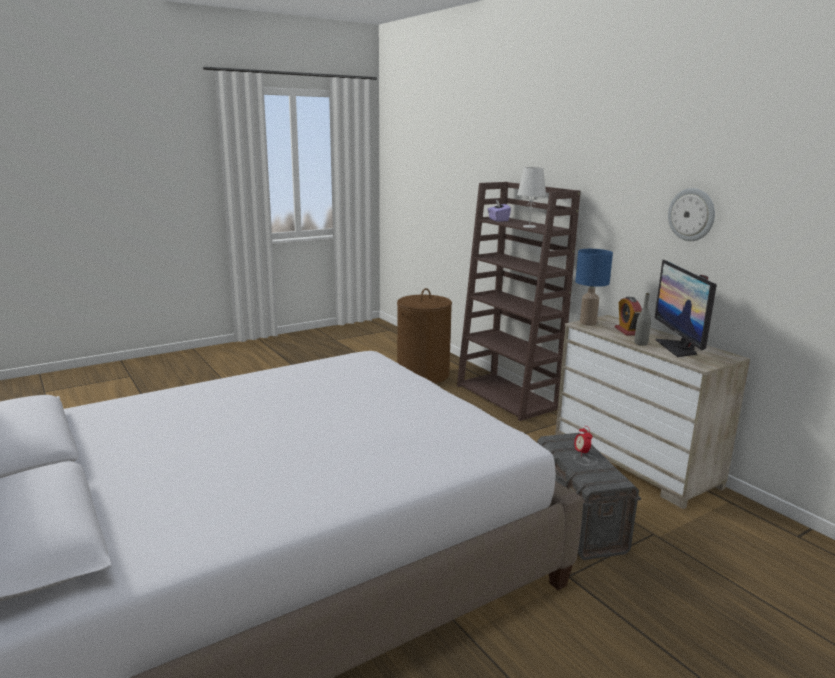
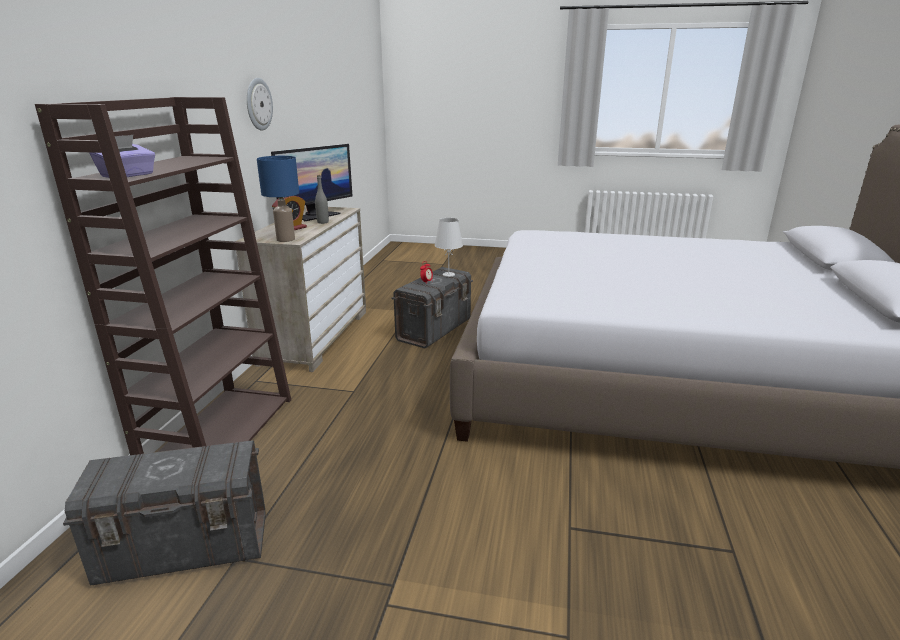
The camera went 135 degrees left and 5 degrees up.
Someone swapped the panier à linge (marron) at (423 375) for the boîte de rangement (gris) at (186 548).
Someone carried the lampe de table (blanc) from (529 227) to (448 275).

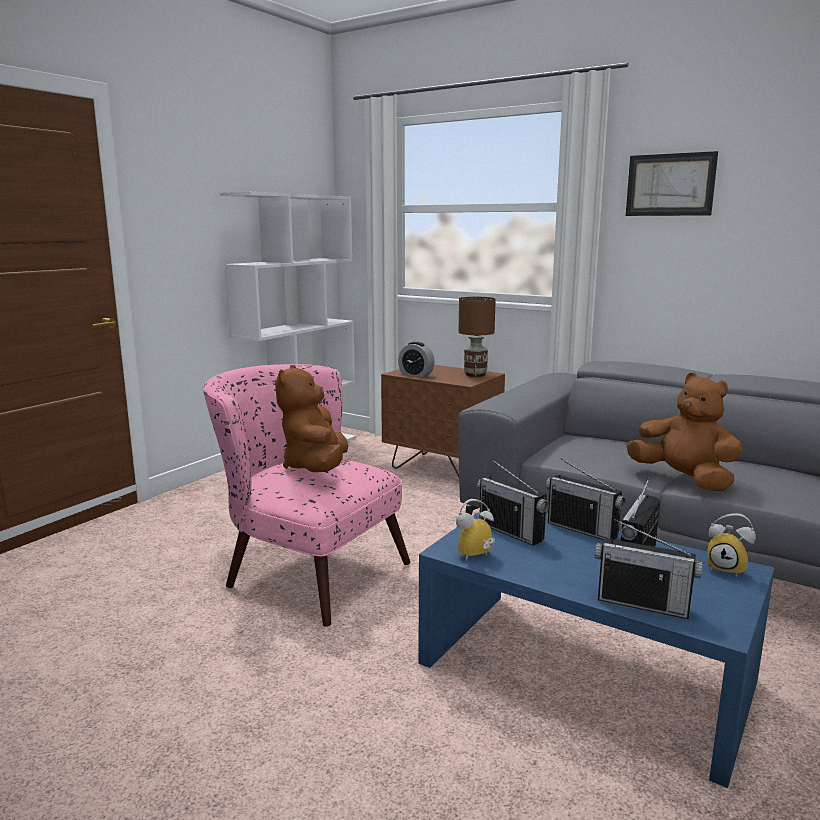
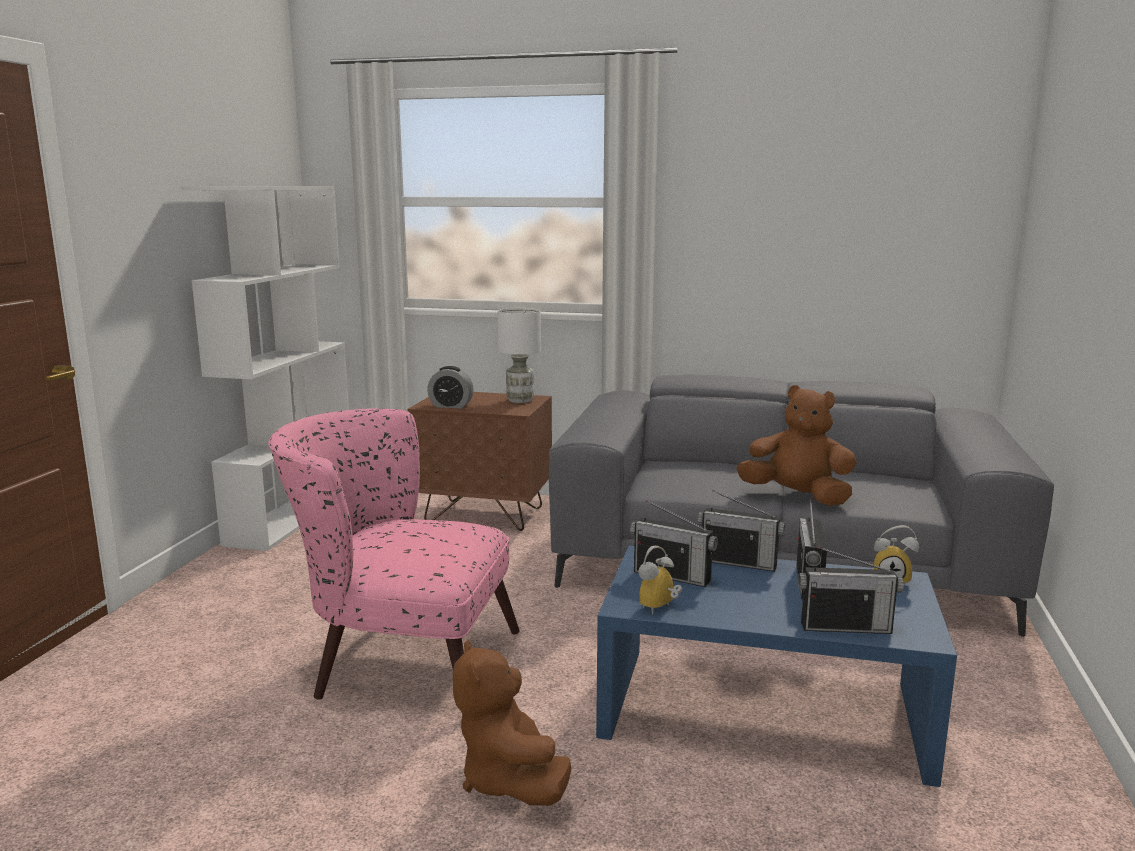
The camera went 20 degrees left and 0 degrees up.
Someone carried the peluche (marron) from (316 468) to (509 780).
Someone repainted the lampe de table (marron) at (475 375), which became the lampe de table (blanc) at (520 400).
Someone took away the tableau at (670 185).

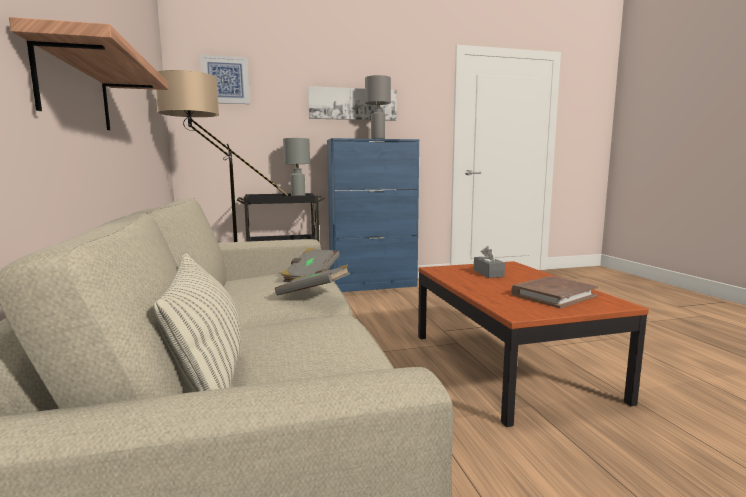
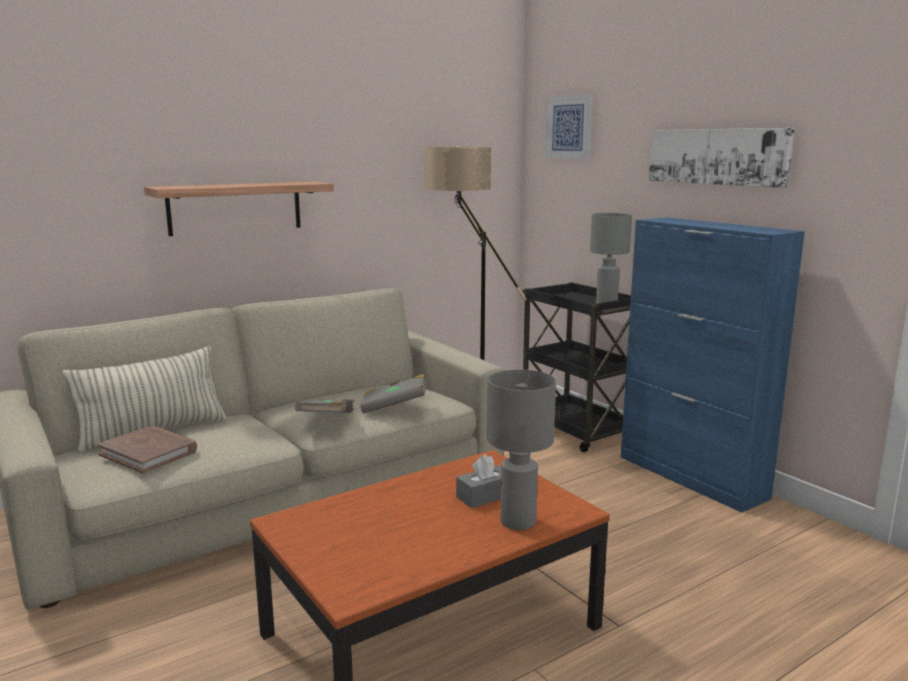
The camera went 70 degrees right and 5 degrees up.
Someone carried the livre (marron) from (553 295) to (149 453).
Someone carried the lampe de table (gris) from (377 139) to (517 521).

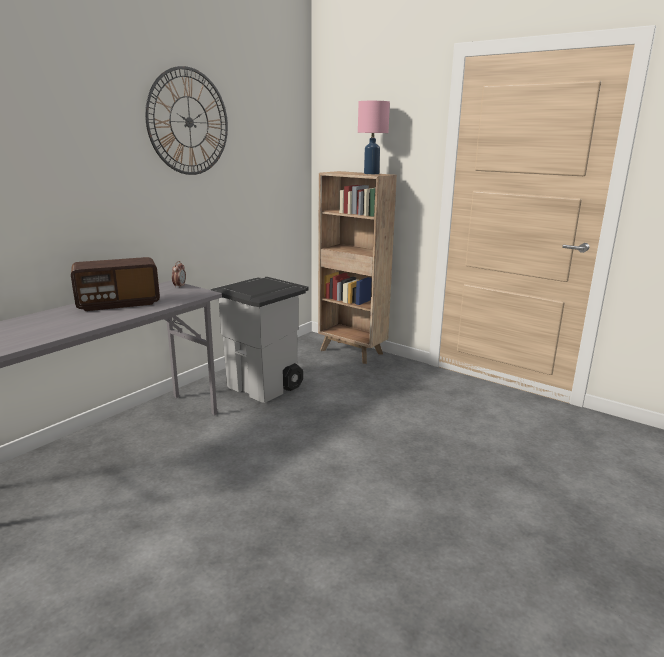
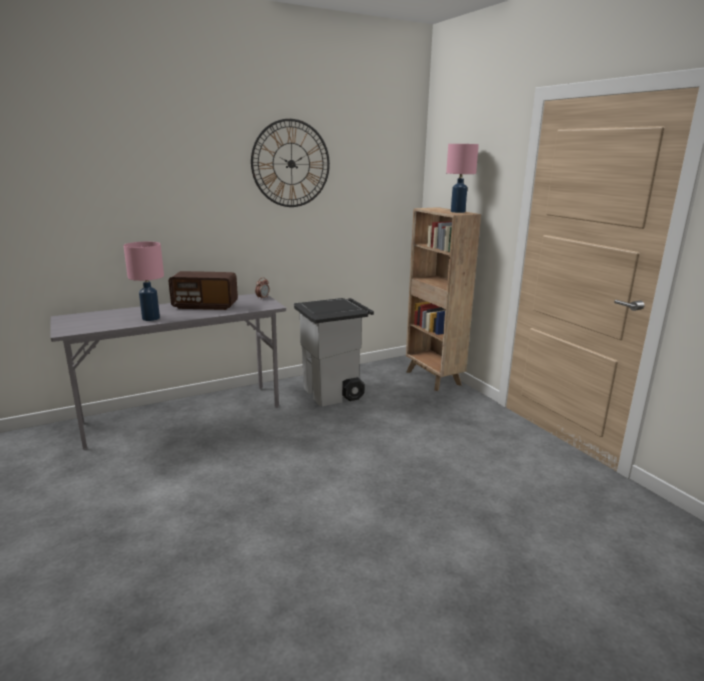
The camera went 25 degrees right and 0 degrees up.
Someone put down the lampe de table (rose) at (151 318).

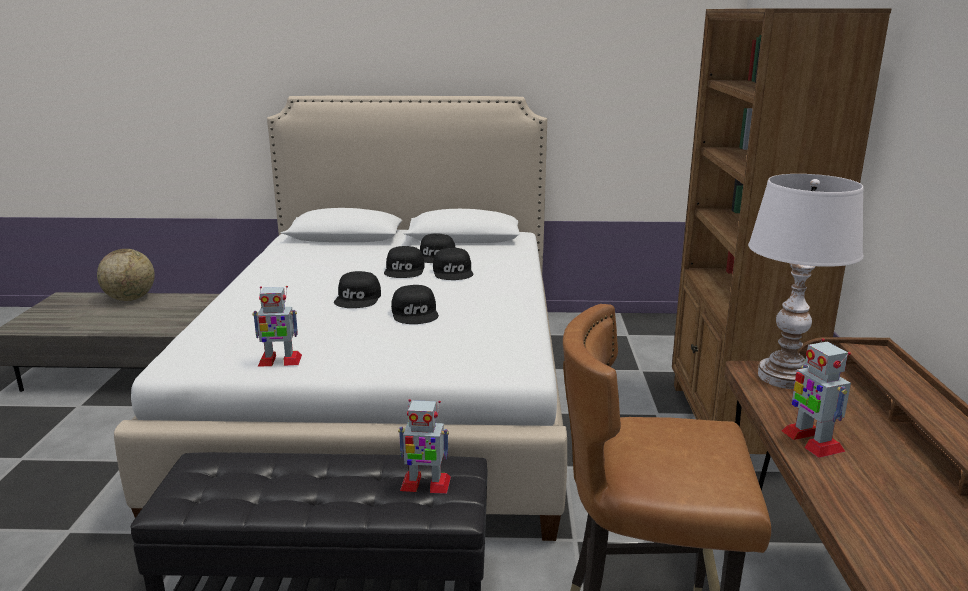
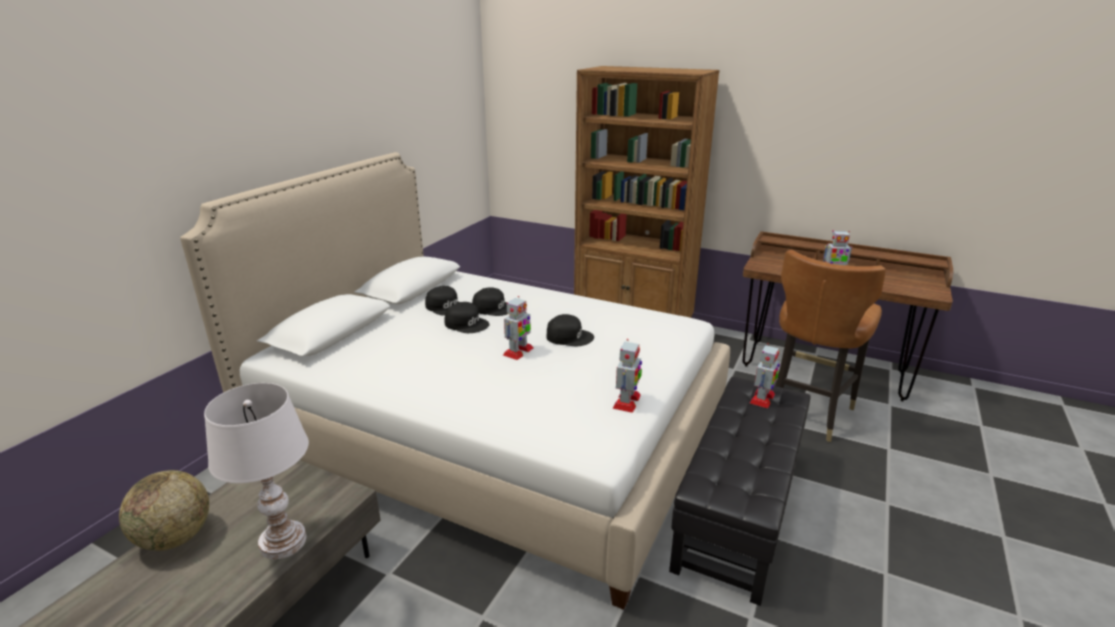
The camera went 65 degrees left and 5 degrees up.
Someone carried the lampe de table (blanc) from (784 377) to (283 542).
Someone swapped the casquette (noir) at (358 298) for the robot jouet at (518 352).

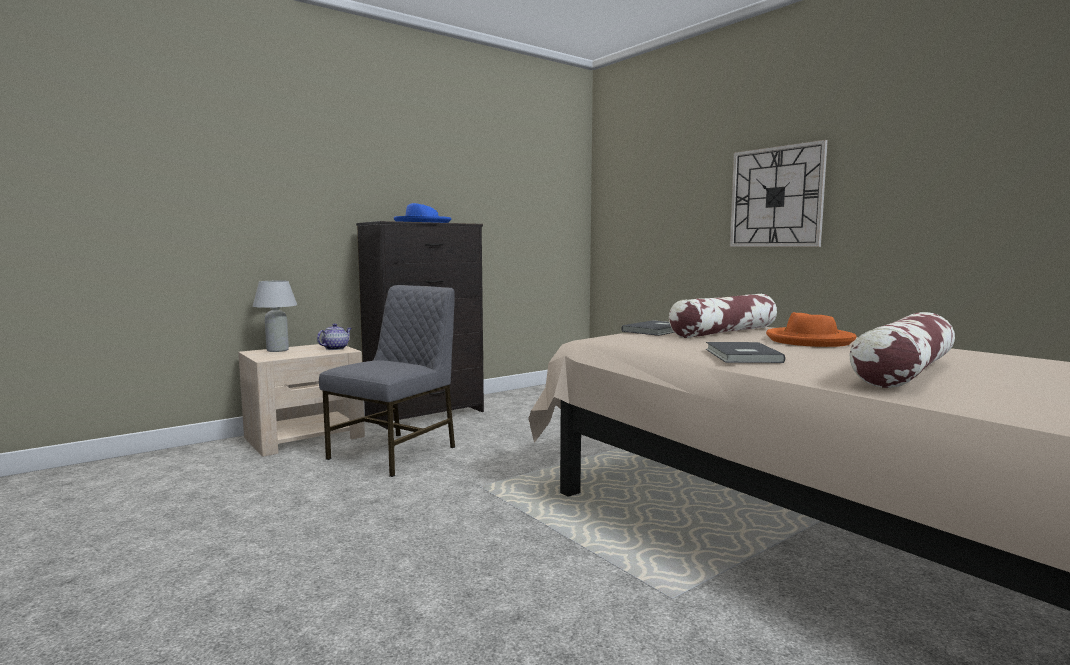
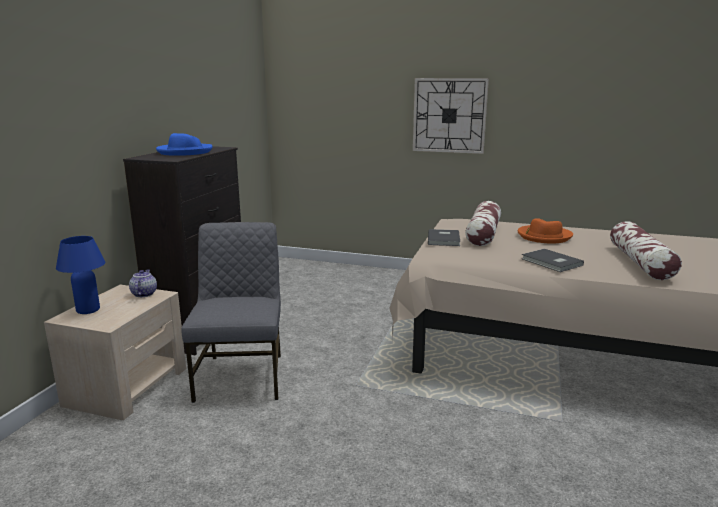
The camera went 35 degrees left and 10 degrees up.
Someone repainted the lampe de table (blanc) at (277 350), which became the lampe de table (bleu) at (88 310).

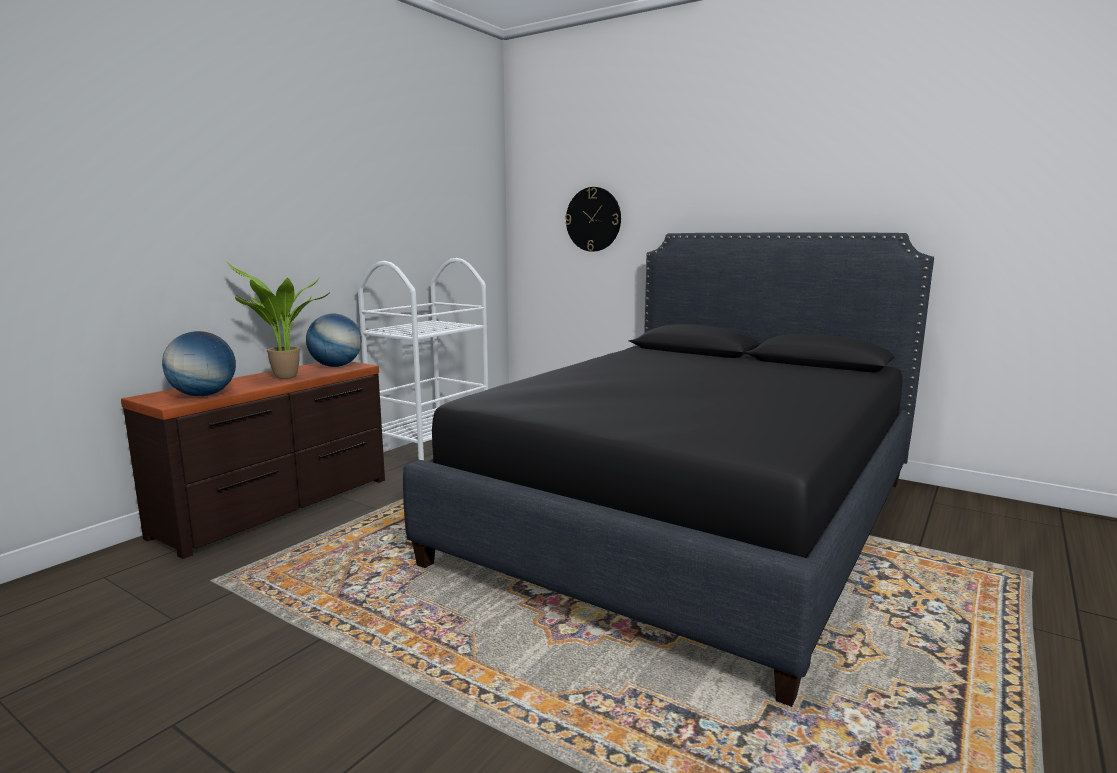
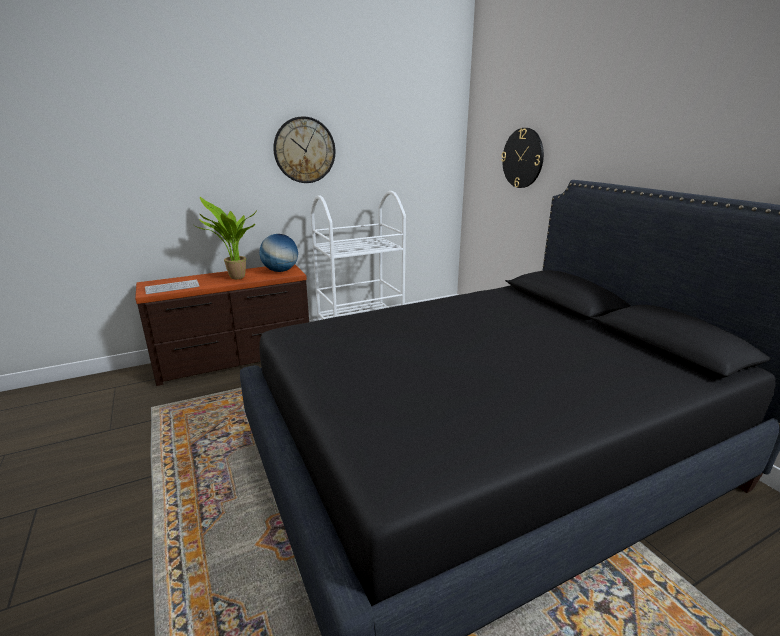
The camera went 30 degrees right and 10 degrees up.
Someone swapped the globe at (203 395) for the clavier at (172 288).
Someone put up the horloge murale at (304 150).

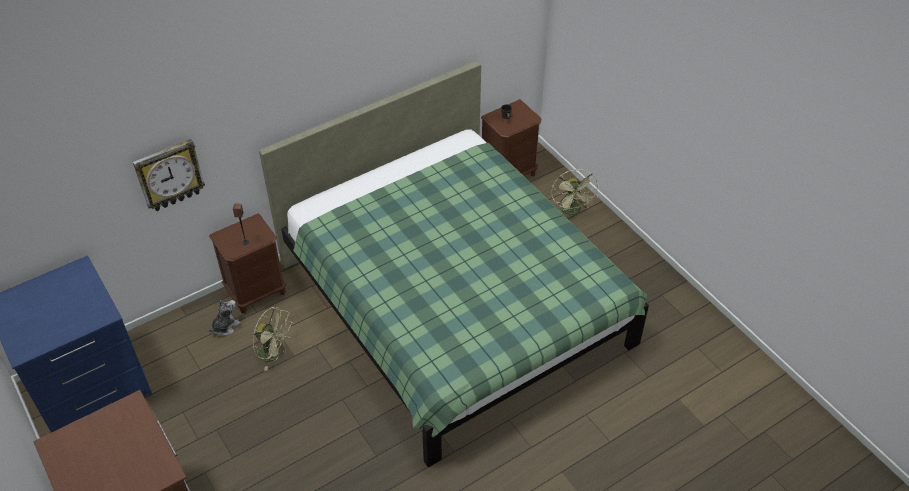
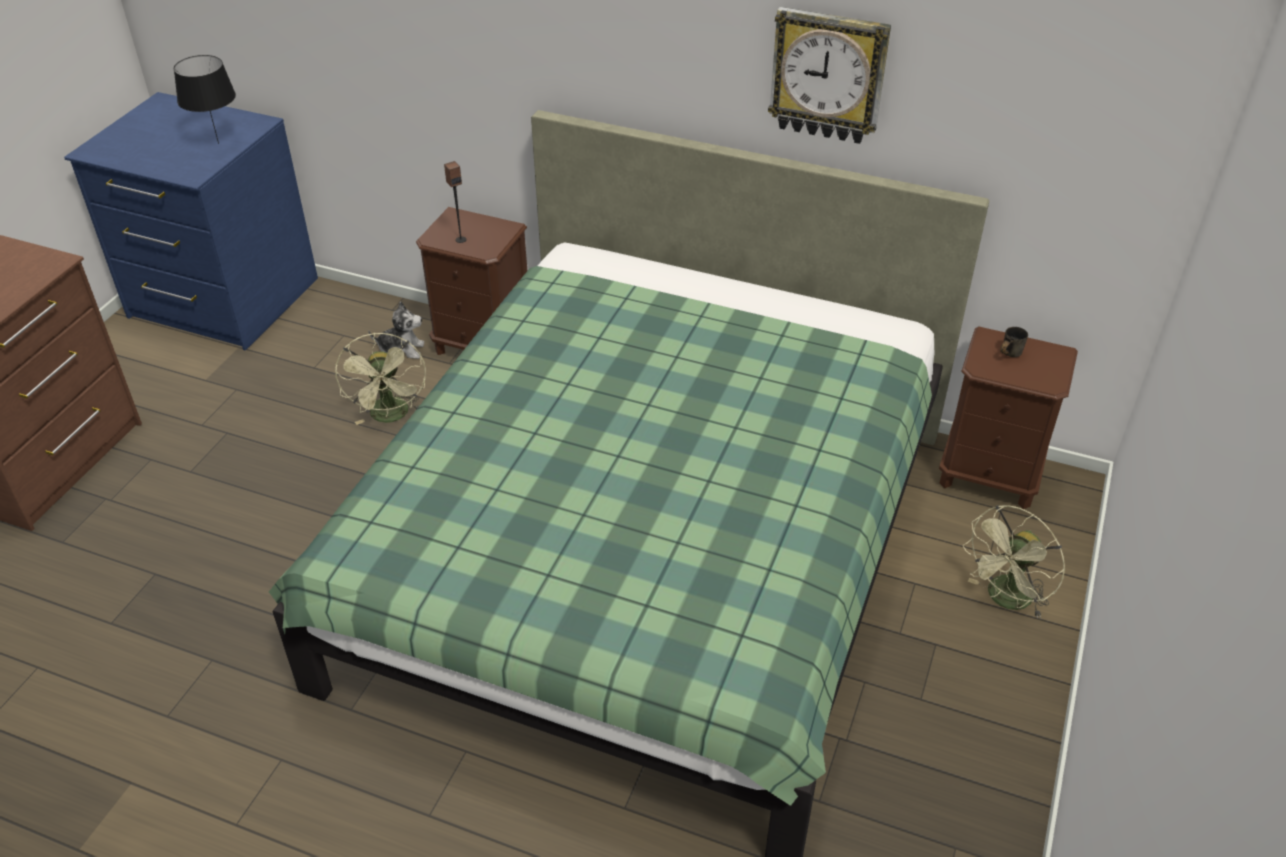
The camera went 55 degrees right and 5 degrees down.
Someone put down the lampe de table (noir) at (219 143).
Someone carried the horloge murale from (169 175) to (828 75).

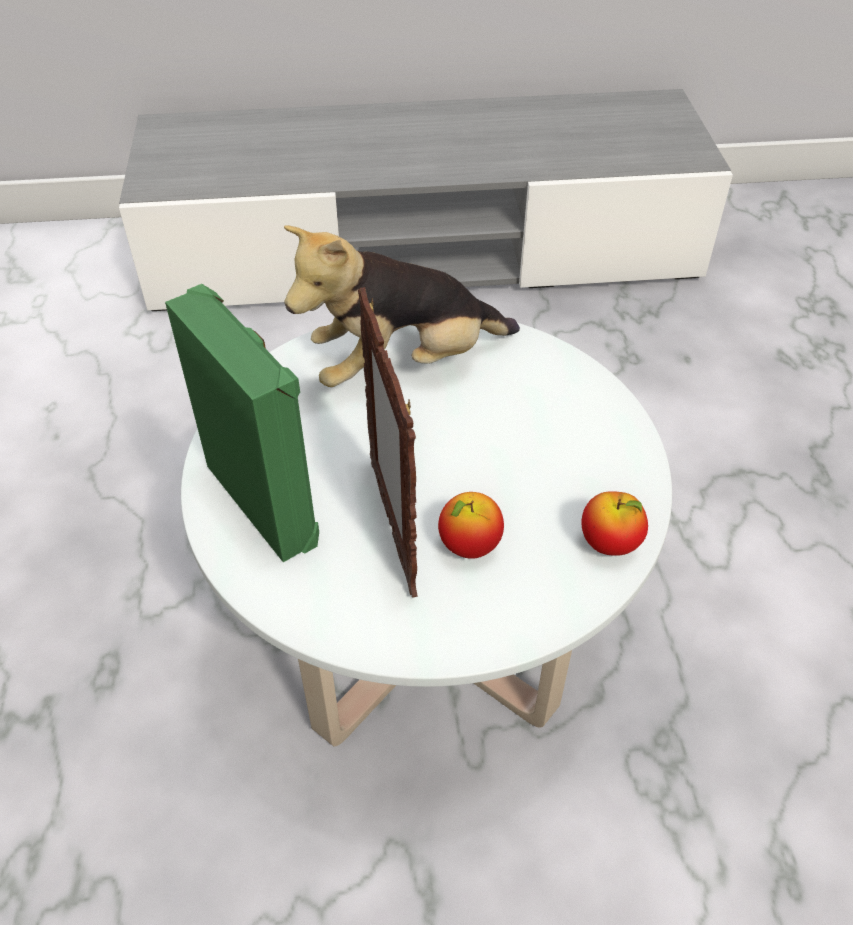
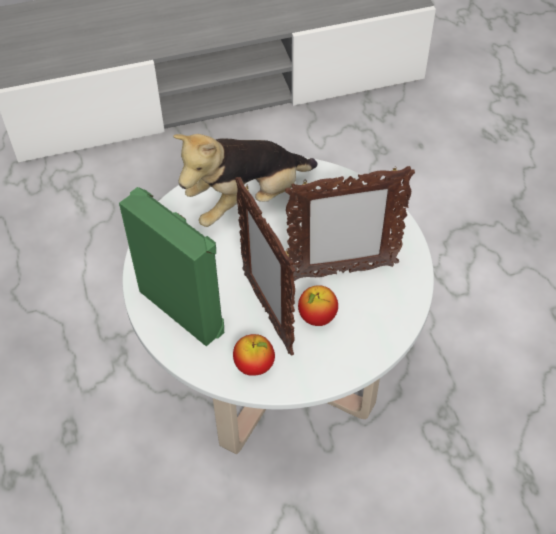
The camera went 10 degrees left and 5 degrees up.
Someone carried the pomme from (609 544) to (254 366).
Someone put down the cadre photo at (342 272).

